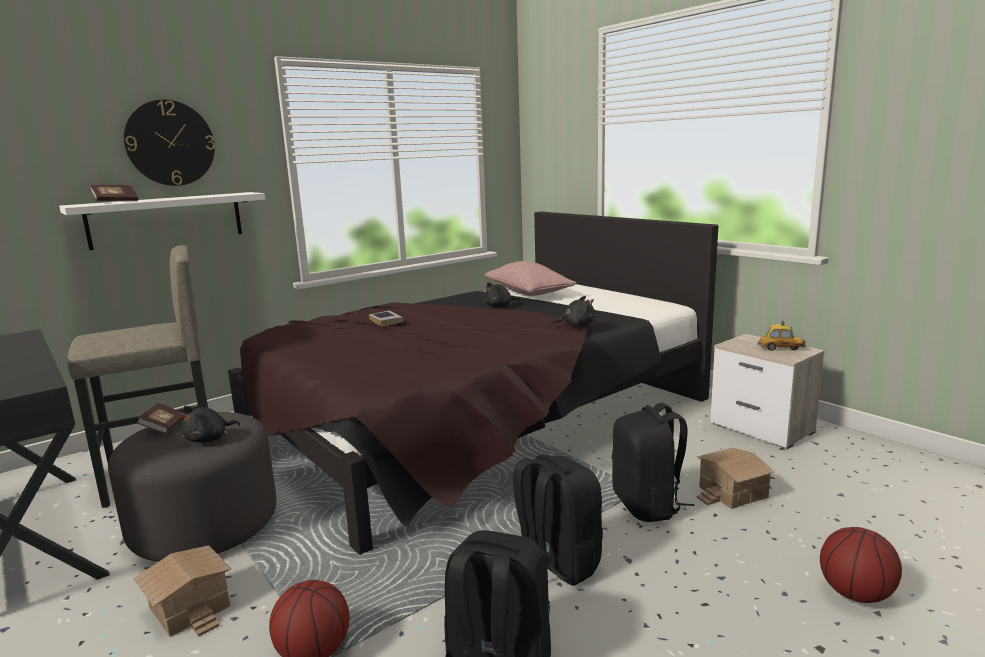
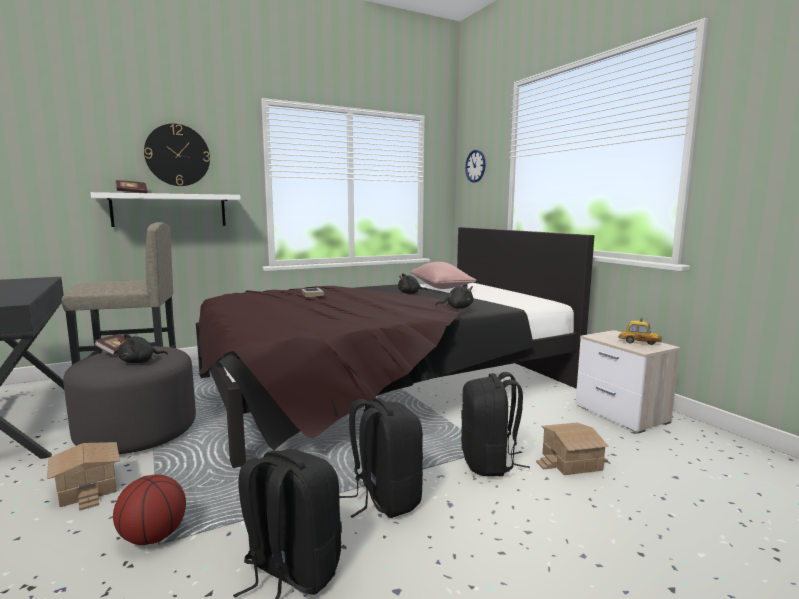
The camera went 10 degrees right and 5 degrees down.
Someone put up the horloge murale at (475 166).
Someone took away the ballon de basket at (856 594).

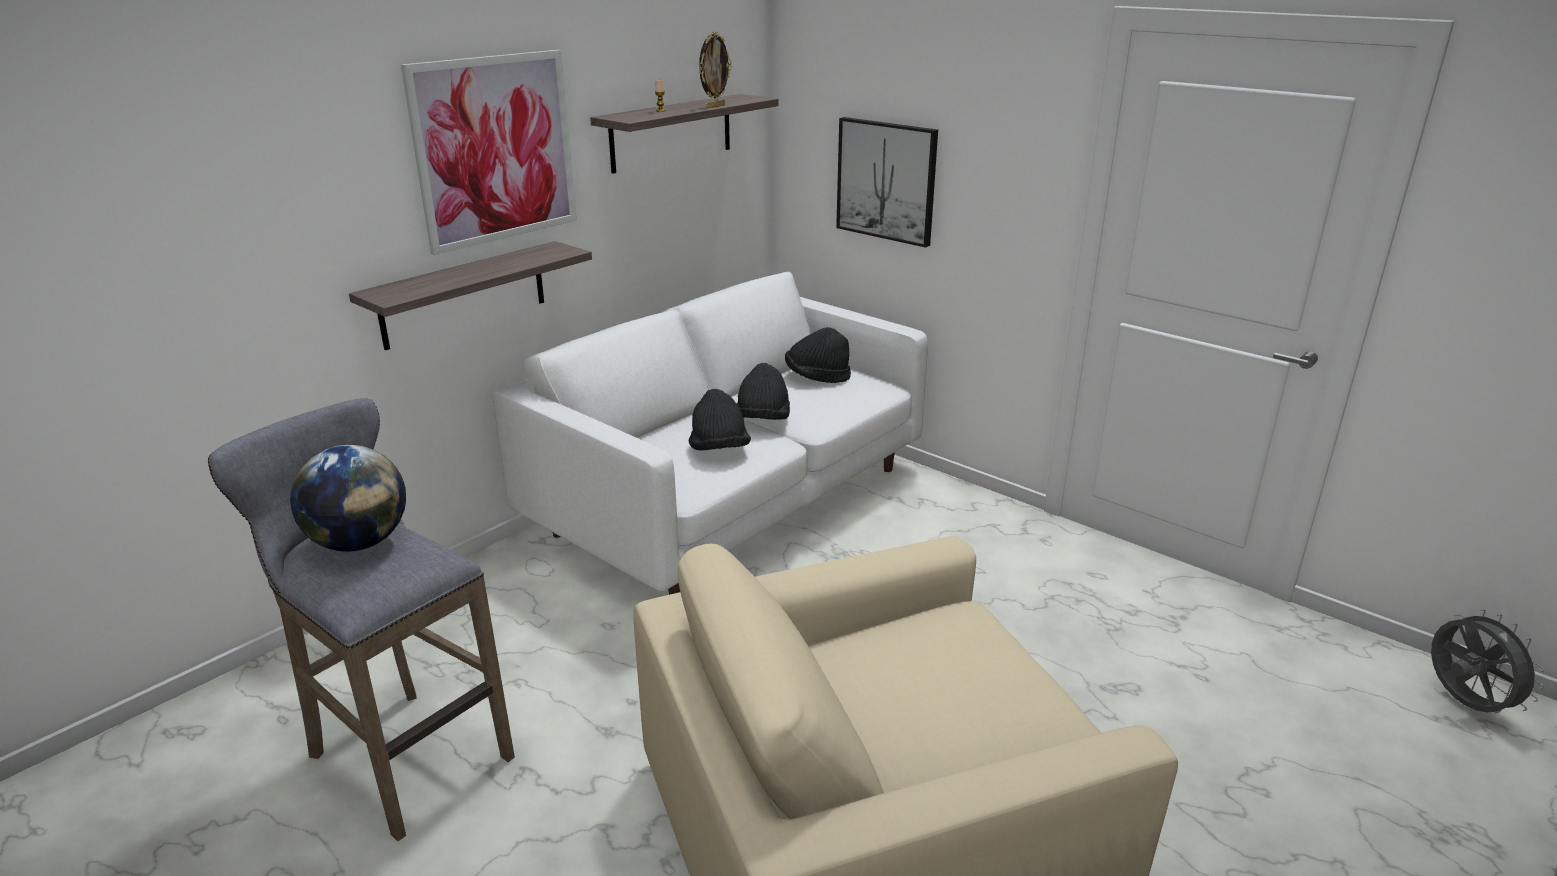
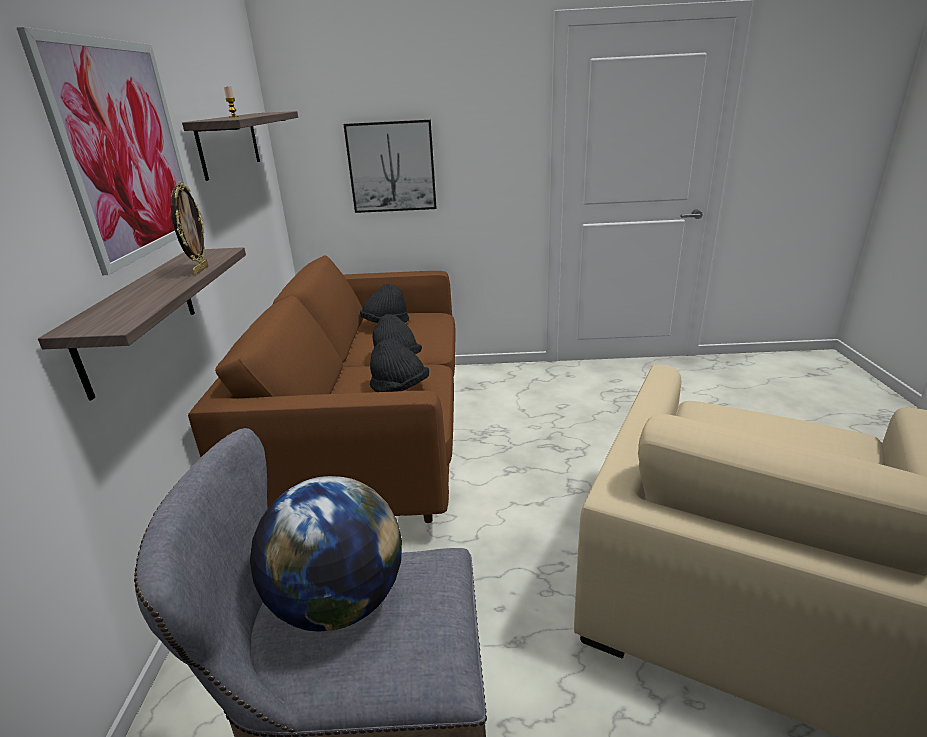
The camera went 40 degrees left and 0 degrees up.
Someone carried the cadre photo from (715 106) to (200 270).
Someone repainted the canapé (blanc) at (730 502), which became the canapé (marron) at (369 437).
Someone took away the ventilateur (gris) at (1463 703).

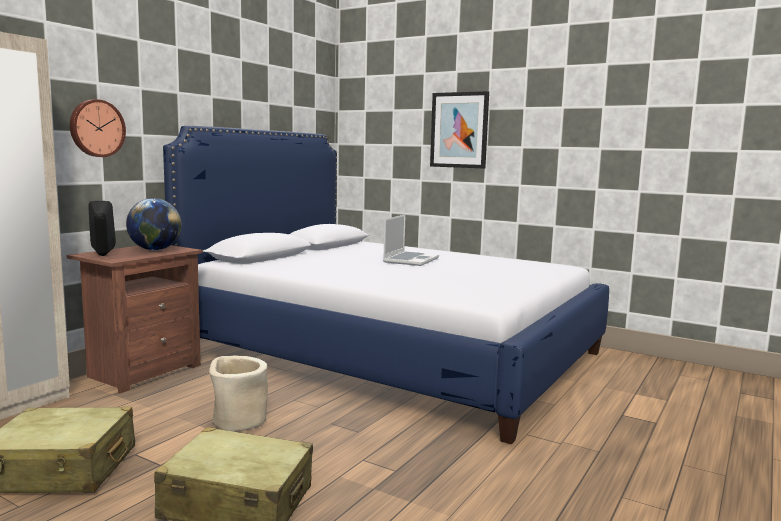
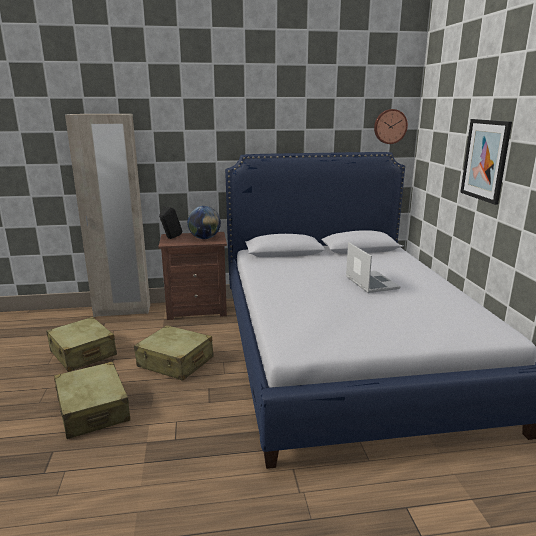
The camera went 50 degrees right and 10 degrees up.
Someone swapped the cache-pot (beige) at (238 421) for the valise (beige) at (175 362).
Someone rotated the ordinateur portable at (410 260) by 90 degrees counterclockwise.
Someone carried the horloge murale from (96 128) to (390 126).

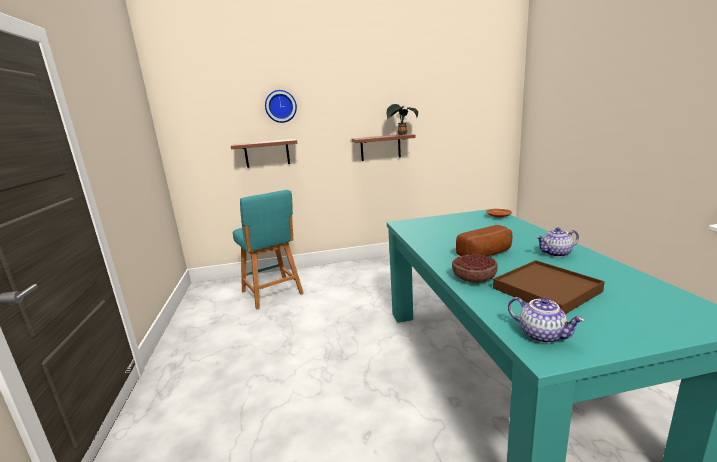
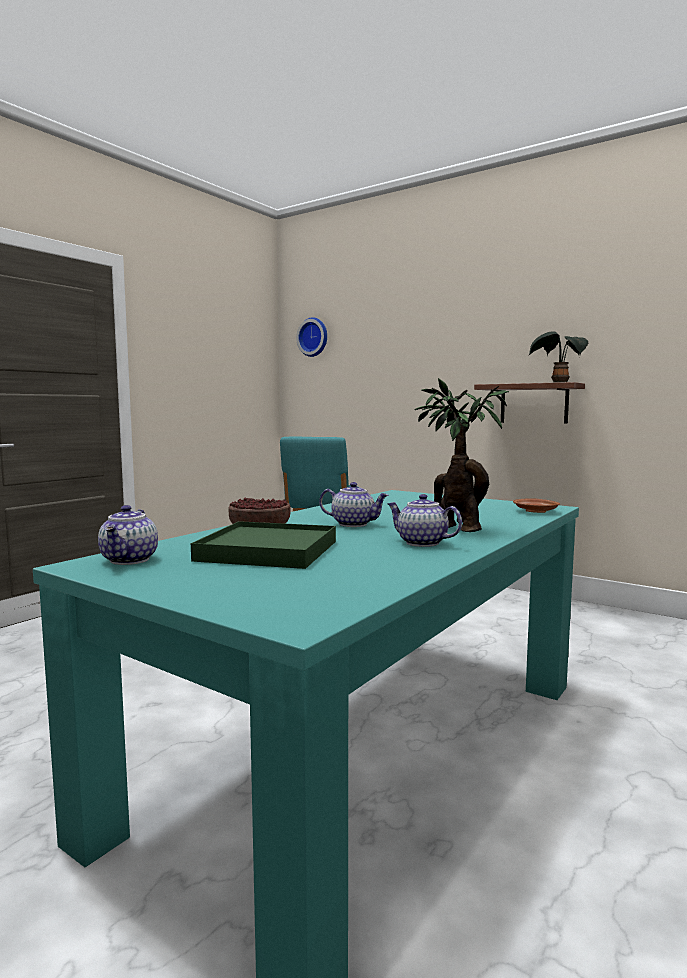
The camera went 45 degrees right and 10 degrees down.
Someone repainted the plateau (marron) at (546 290), which became the plateau (vert) at (267 551).
Someone carried the horloge murale from (280 106) to (314 337).
Someone swapped the pain at (487 254) for the théière at (354 524).
Someone put down the plante en pot at (454 528).
Someone took away the étagère at (267 153).

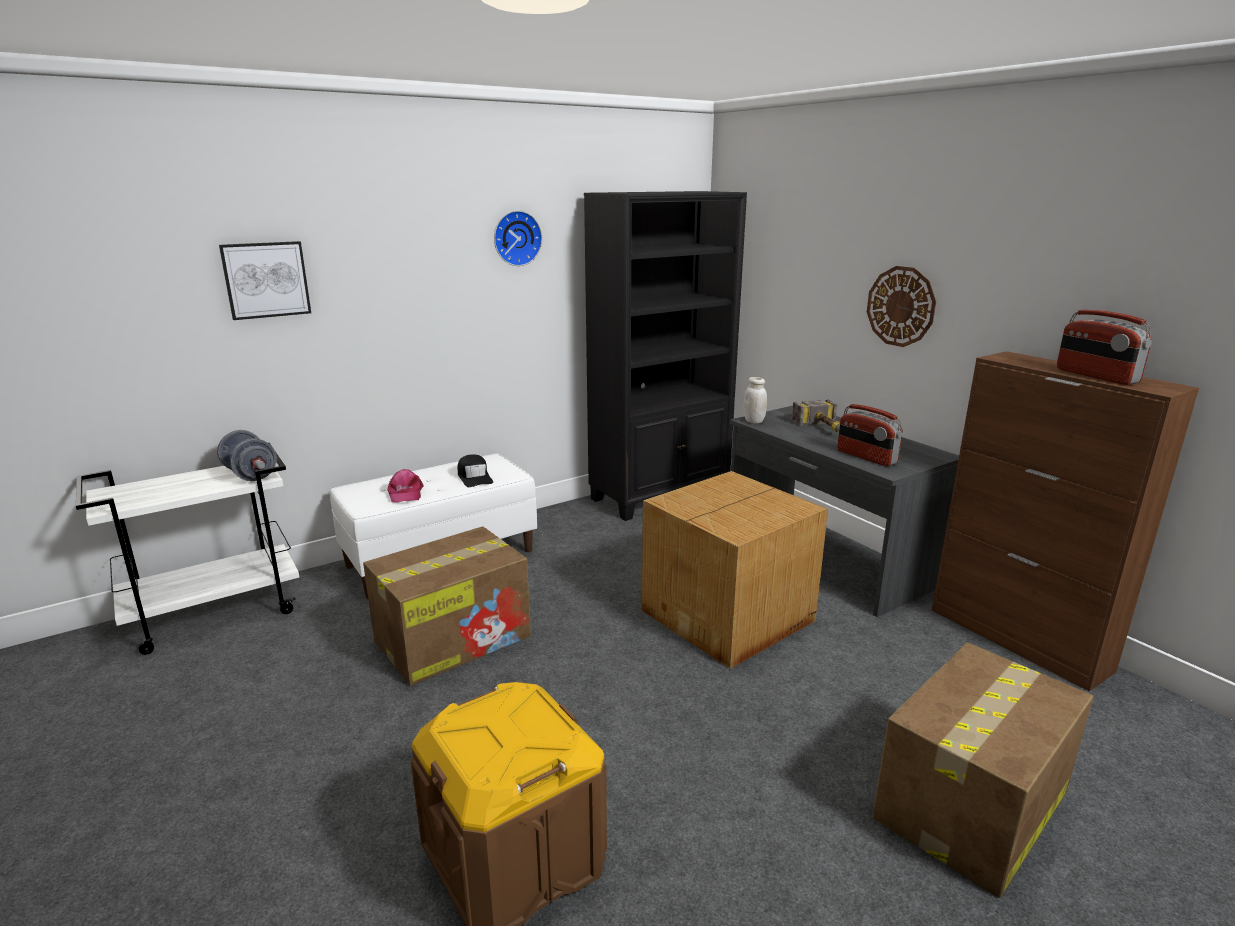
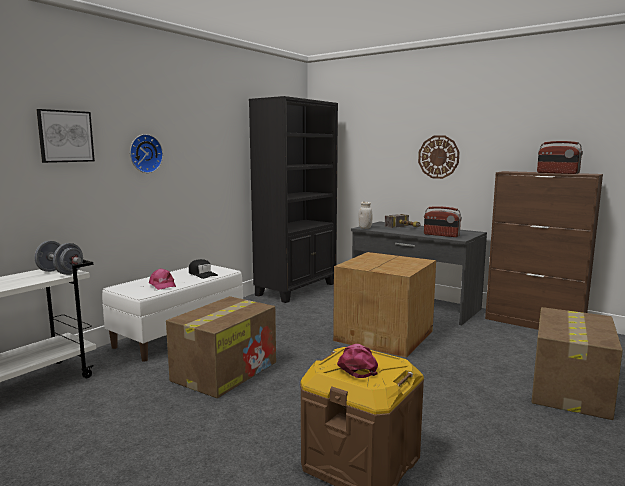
The camera went 20 degrees left and 10 degrees down.
Someone carried the horloge murale from (516 238) to (144 153).
Someone put down the casquette (rose) at (357 366).

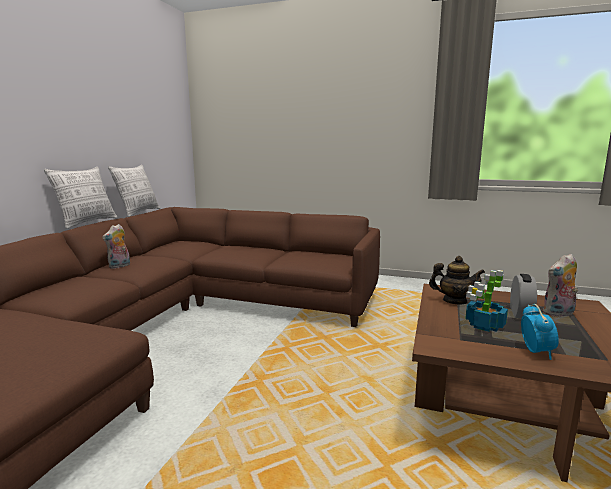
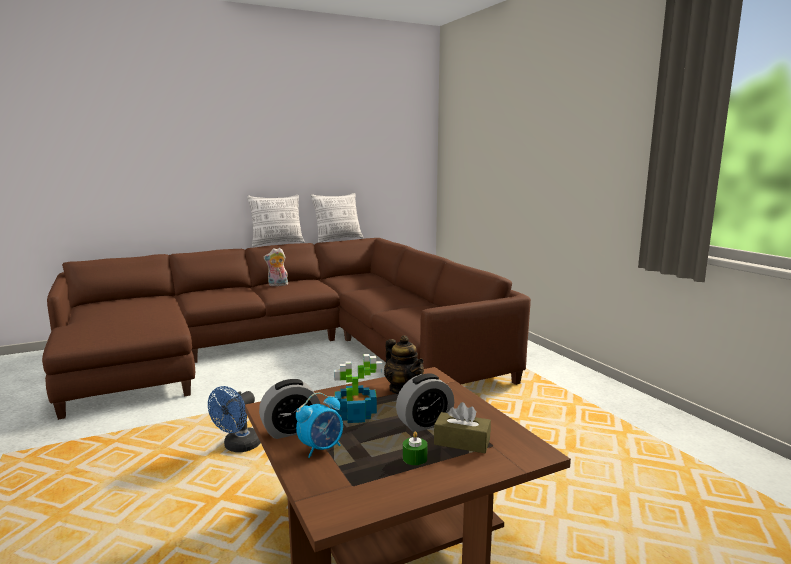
The camera went 45 degrees right and 0 degrees up.
Someone put down the ventilateur (bleu) at (238 447).
Someone put down the réveil at (291 430).
Someone put down the bougie (vert) at (415 458).
Someone swapped the peluche at (558 313) for the boîte à mouchoirs (marron) at (462 442).

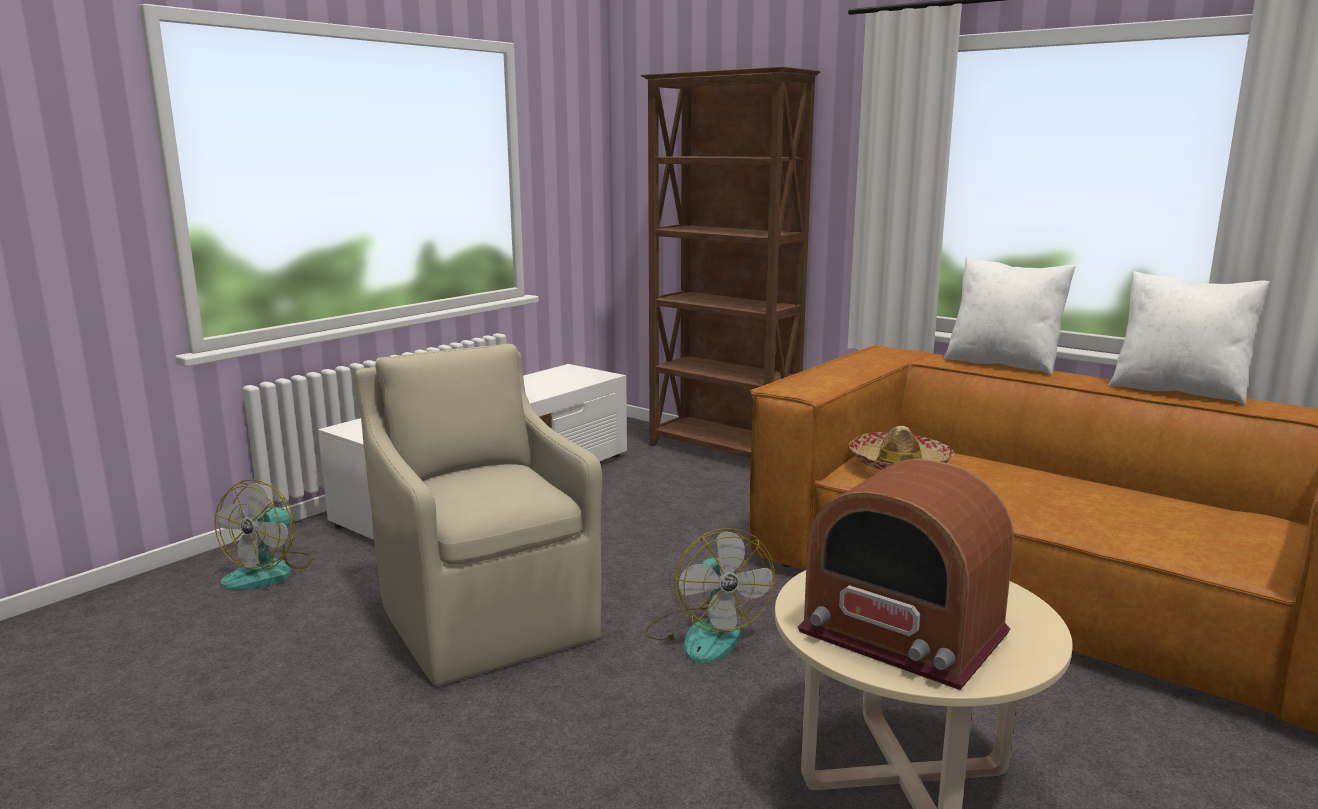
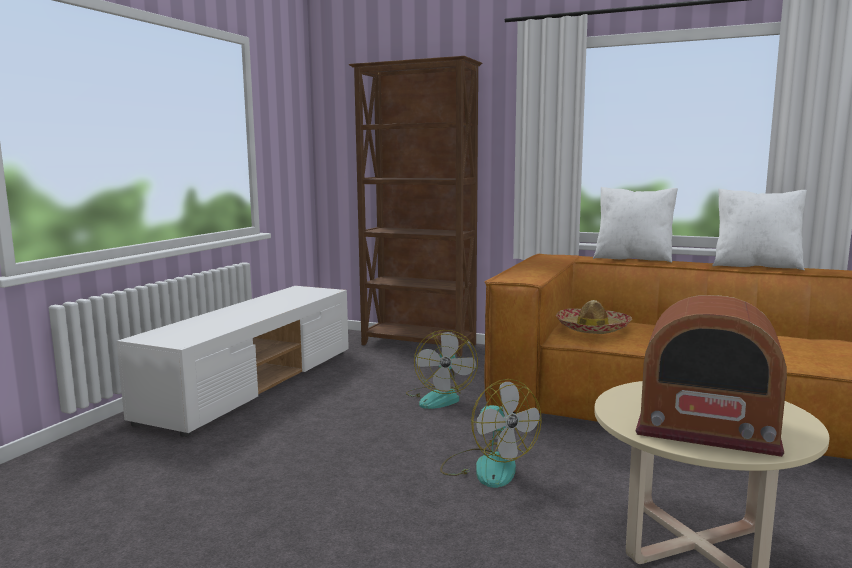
The camera went 15 degrees left and 5 degrees down.
Someone carried the ventilateur from (270 572) to (440 397).
Someone took away the fauteuil (beige) at (486 618).

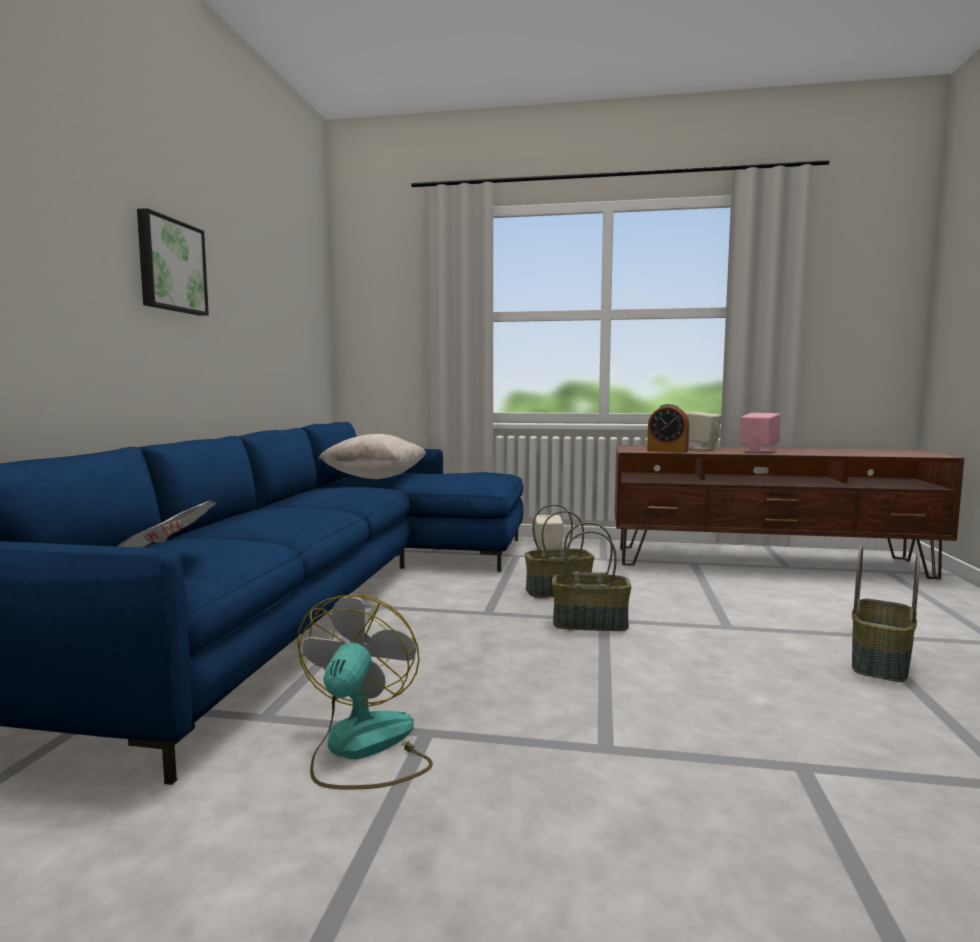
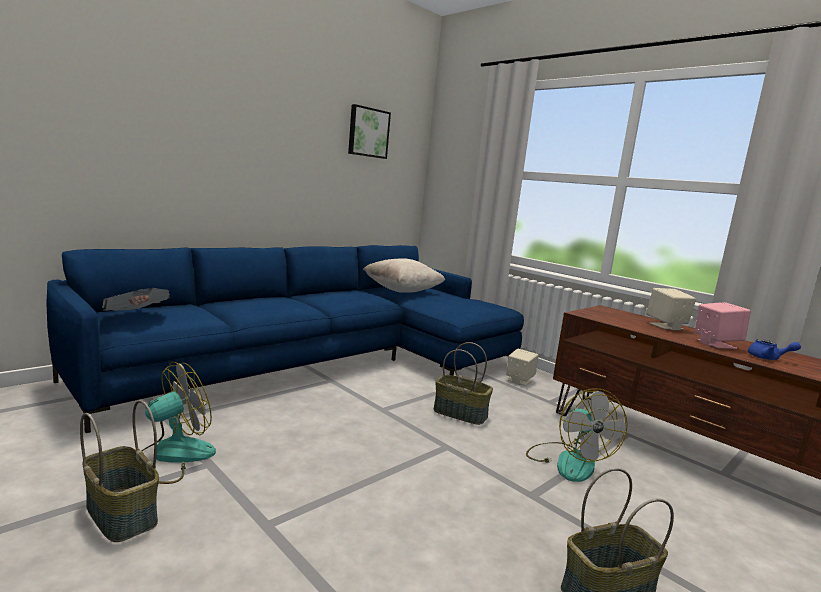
The camera went 35 degrees right and 5 degrees up.
Someone carried the panier from (590 623) to (123 514).
Someone carried the tableau from (170 266) to (368 132).
Someone put down the ventilateur at (568 461).
Someone put down the théière (bleu) at (768 358).
Someone took away the réveil at (667 451).

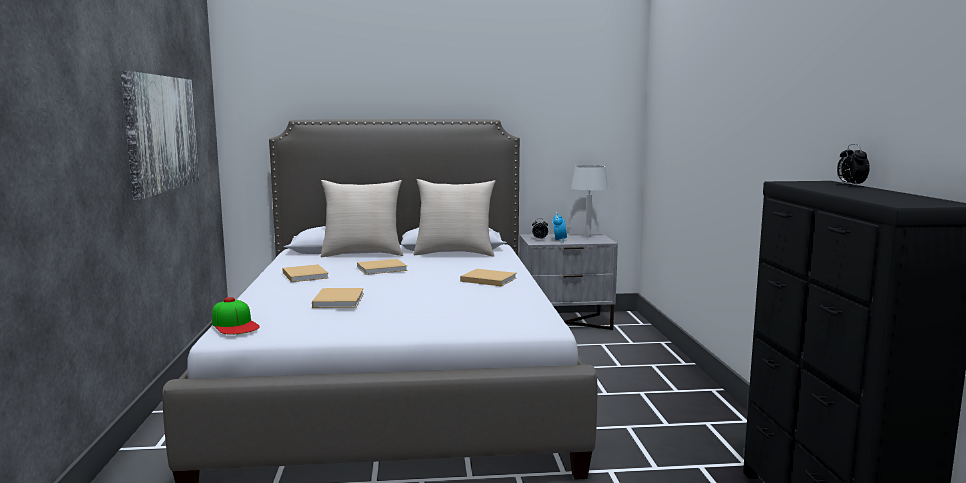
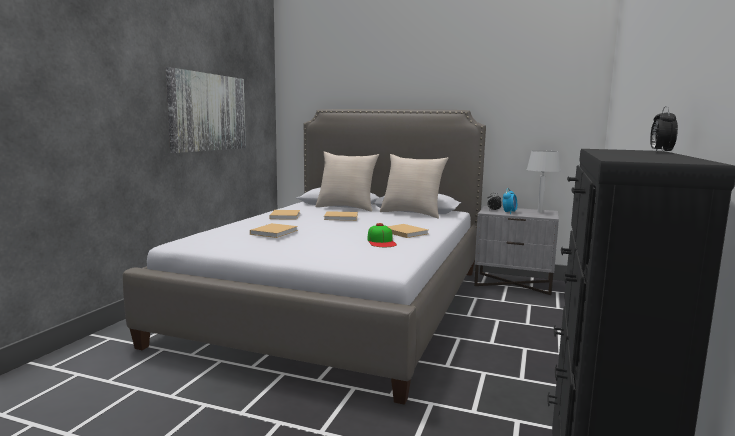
The camera went 25 degrees right and 0 degrees up.
Someone carried the casquette from (235 324) to (381 241).

